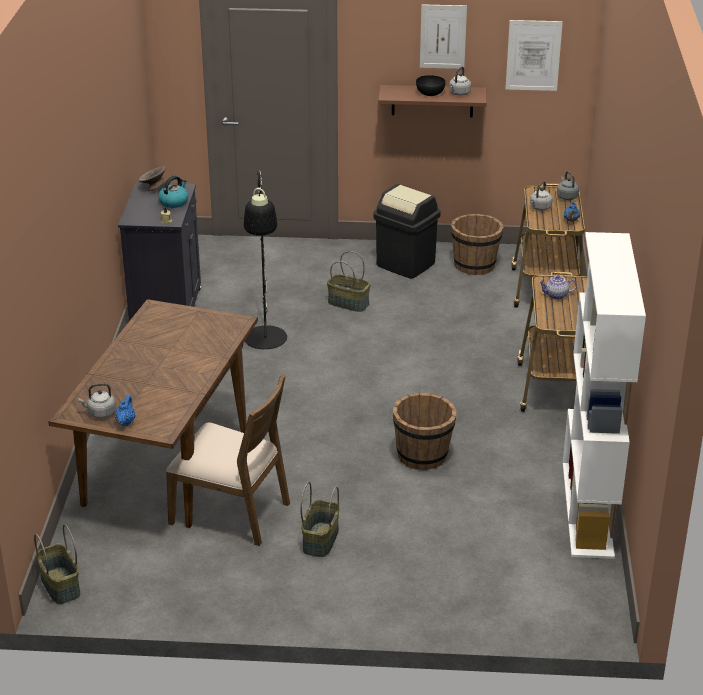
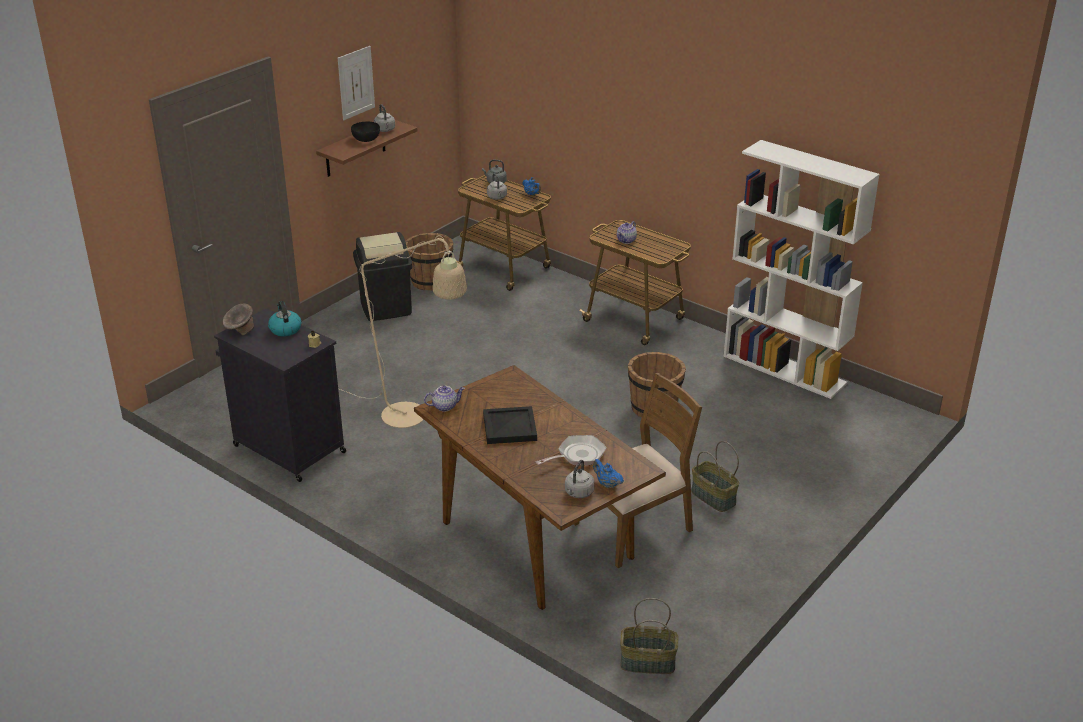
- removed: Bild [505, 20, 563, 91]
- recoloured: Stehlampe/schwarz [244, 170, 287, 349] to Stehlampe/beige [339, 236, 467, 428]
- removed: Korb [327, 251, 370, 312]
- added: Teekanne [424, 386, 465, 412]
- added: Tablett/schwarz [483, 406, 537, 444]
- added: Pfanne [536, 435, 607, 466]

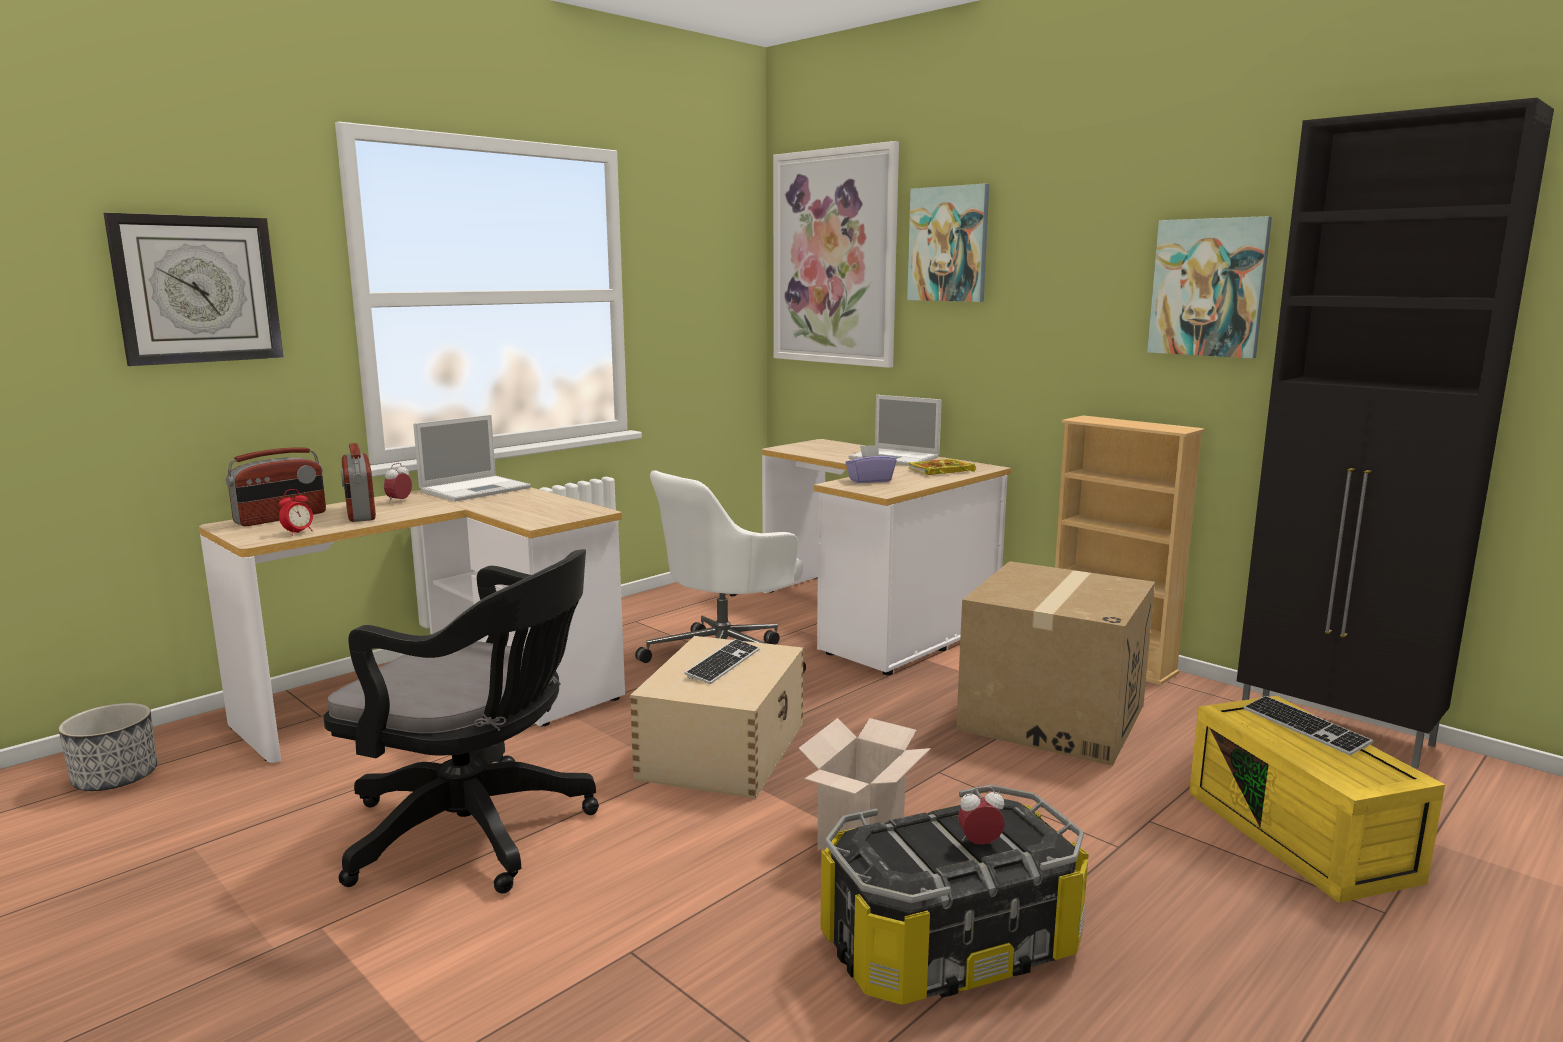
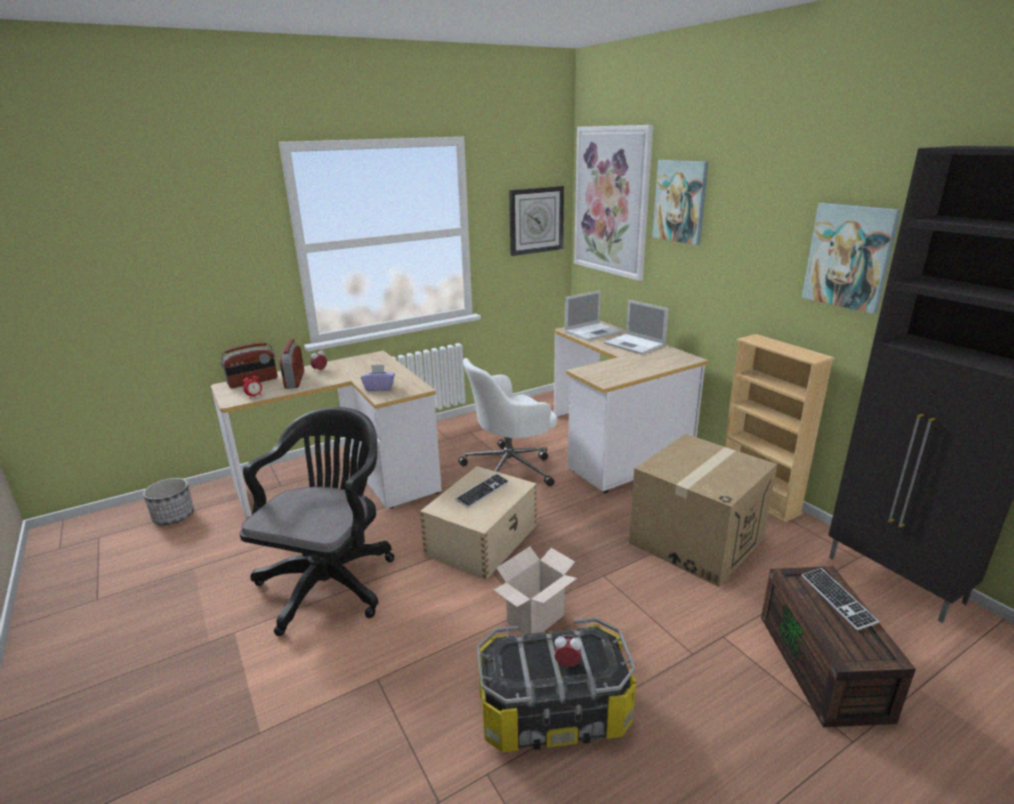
- moved: Wanduhr [104, 213, 284, 366] to [509, 186, 564, 256]
- moved: Laptop [413, 415, 531, 502] to [565, 290, 622, 341]
- moved: Taschentuchbox/lila [845, 445, 896, 483] to [361, 365, 395, 391]
- removed: Buch [908, 459, 976, 475]
- turned: Bürostuhl/schwarz [323, 549, 599, 894] = [240, 407, 395, 636] 105 degrees counterclockwise
- recoloured: Aufbewahrungsbox/gelb [1189, 696, 1445, 903] to Aufbewahrungsbox/braun [761, 566, 916, 727]

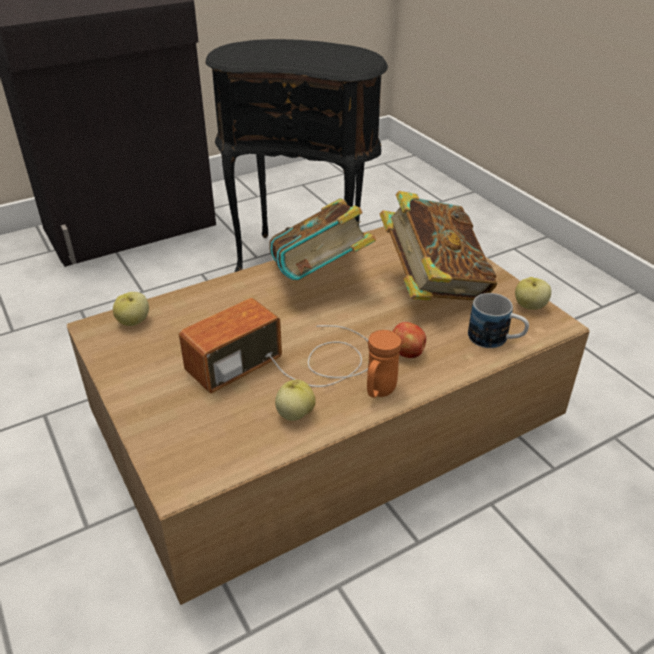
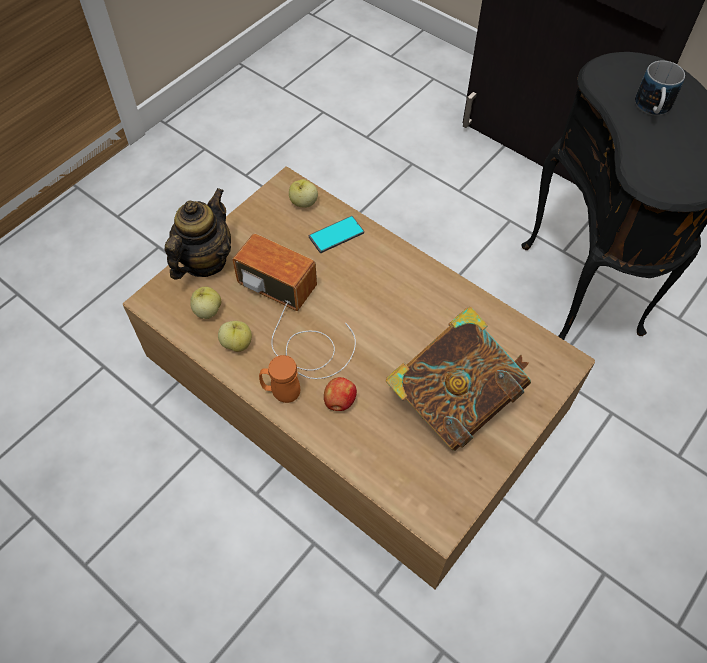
- removed: Buch [269, 198, 376, 280]
- moved: Apfel [515, 277, 551, 310] to [190, 287, 221, 319]
- moved: Henkelbecher [468, 293, 529, 348] to [635, 60, 685, 115]
- added: Teekanne [165, 188, 231, 279]
- added: Handy [309, 216, 364, 253]

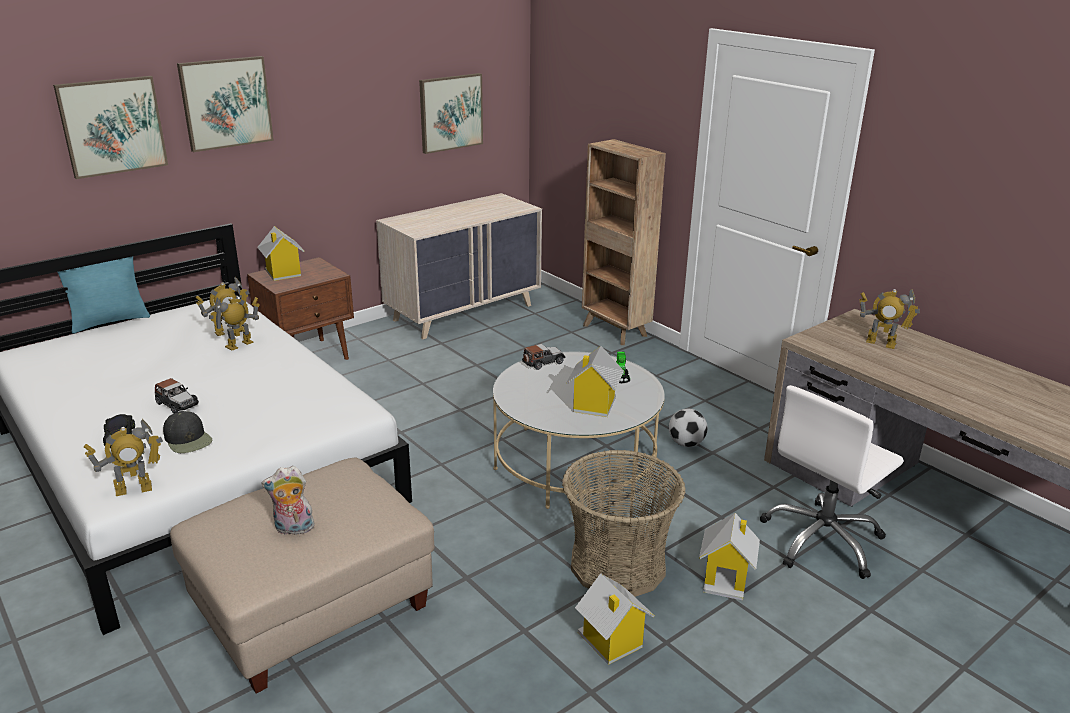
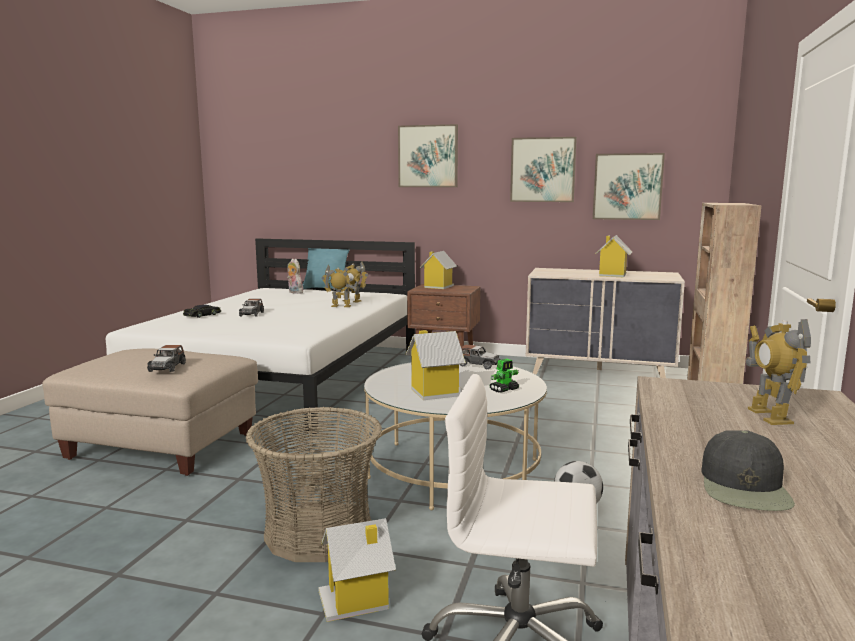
- moved: Bild [53, 76, 168, 179] to [510, 137, 577, 202]
- moved: Kappe/schwarz [163, 411, 212, 453] to [701, 430, 795, 511]
- removed: Spielzeugroboter [84, 419, 163, 496]
- moved: Plüschtier [261, 466, 315, 535] to [287, 258, 303, 294]
- moved: Spielzeughaus [575, 573, 655, 665] to [595, 235, 632, 277]
- added: Spielzeugauto [147, 345, 186, 372]

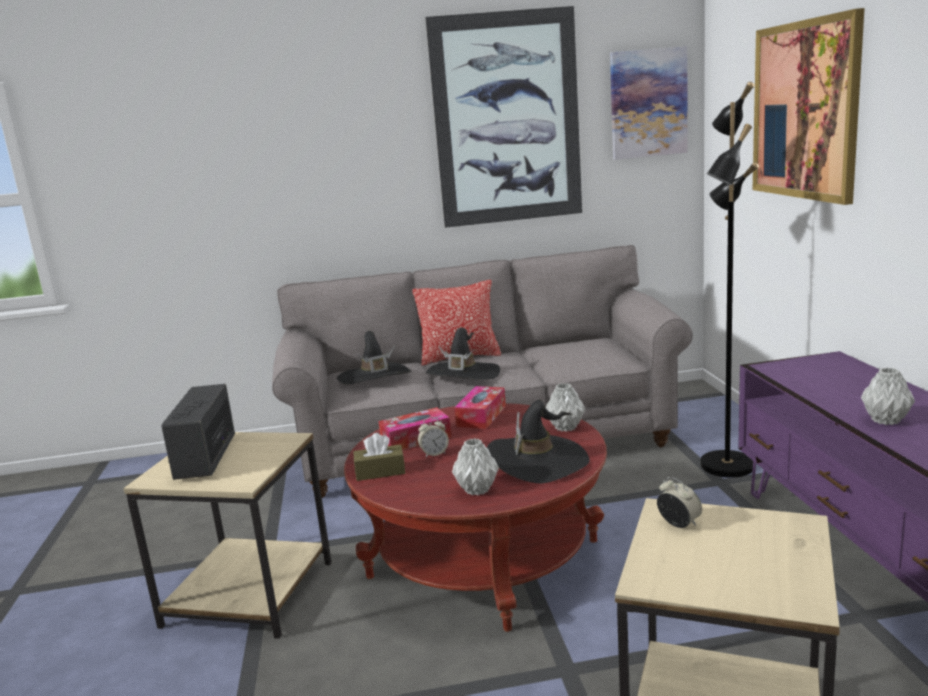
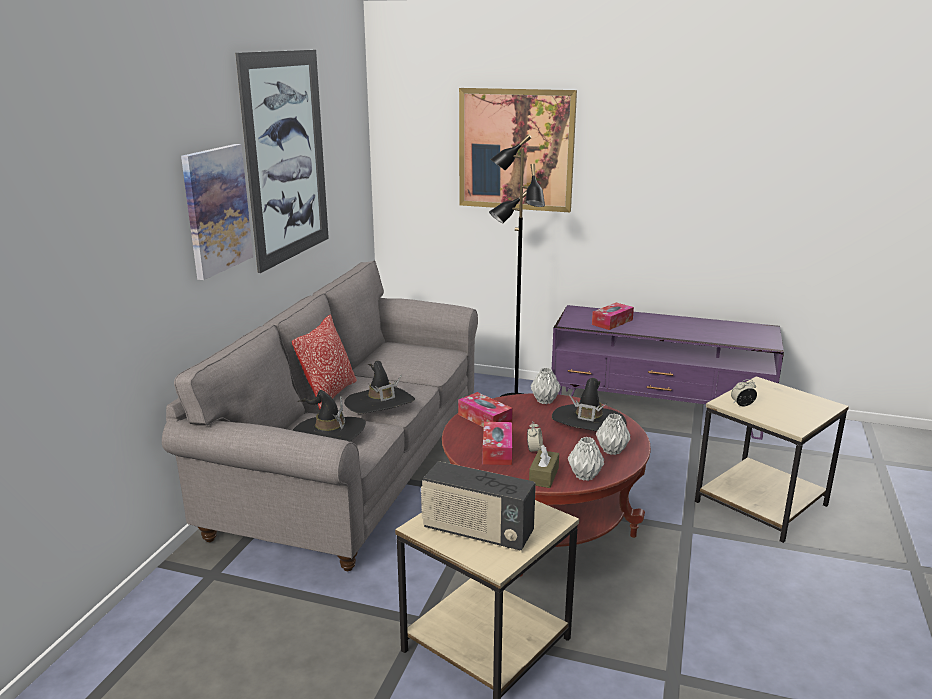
- moved: Bild [610, 46, 688, 160] to [181, 144, 253, 280]
- moved: Vase/grau [861, 368, 915, 425] to [568, 437, 604, 481]
- added: Taschentuchbox [592, 303, 634, 330]

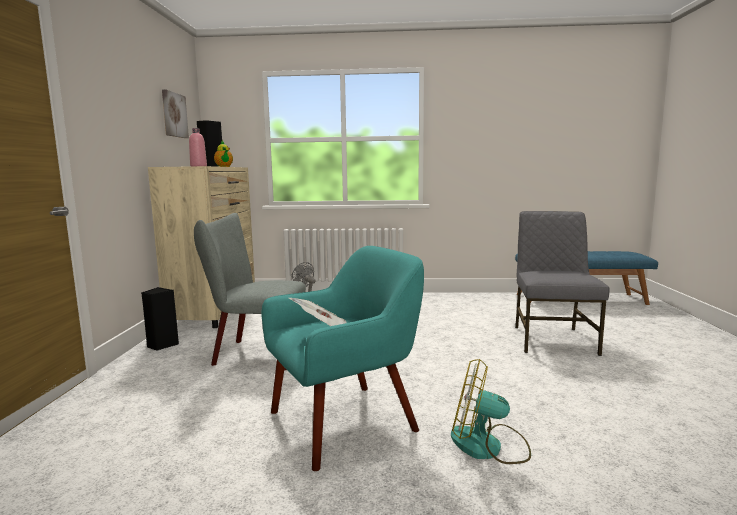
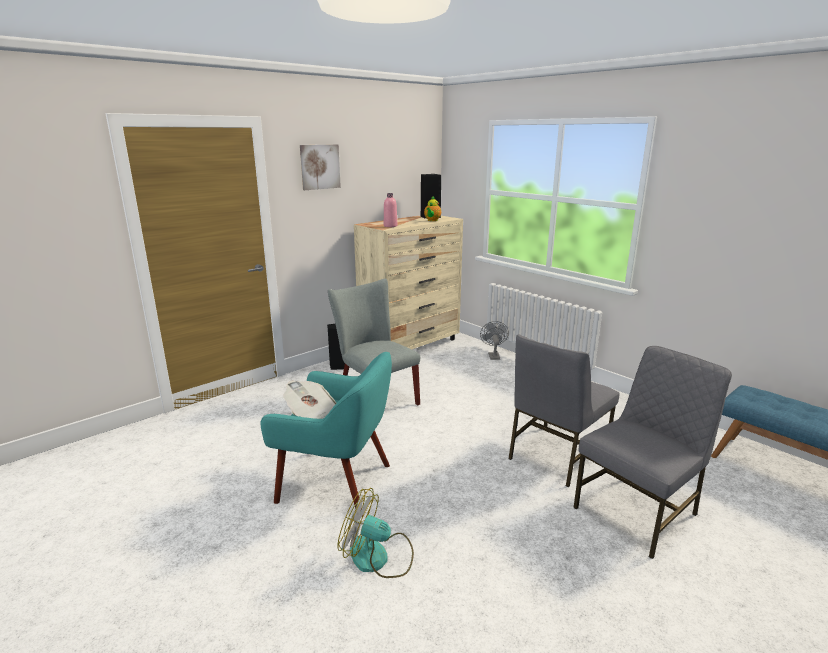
- moved: Bild [162, 89, 189, 138] to [300, 144, 341, 190]
- turned: Ventilator [451, 359, 531, 464] = [337, 488, 414, 578] 45 degrees counterclockwise
- added: Stuhl/grau [508, 335, 619, 487]

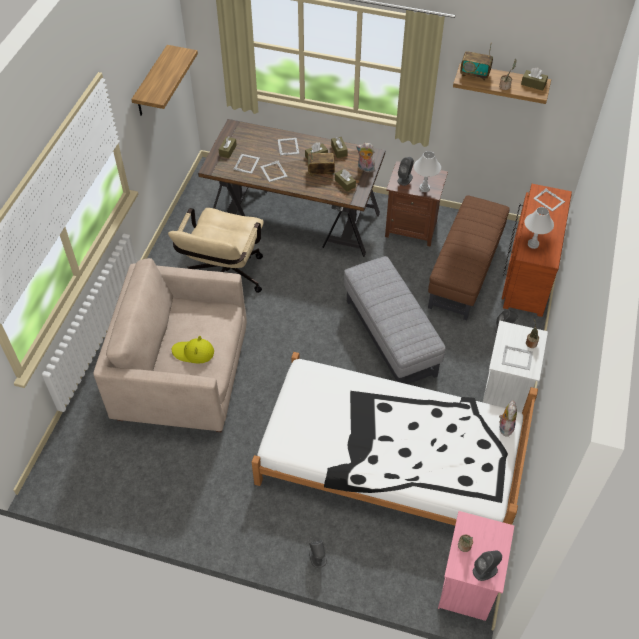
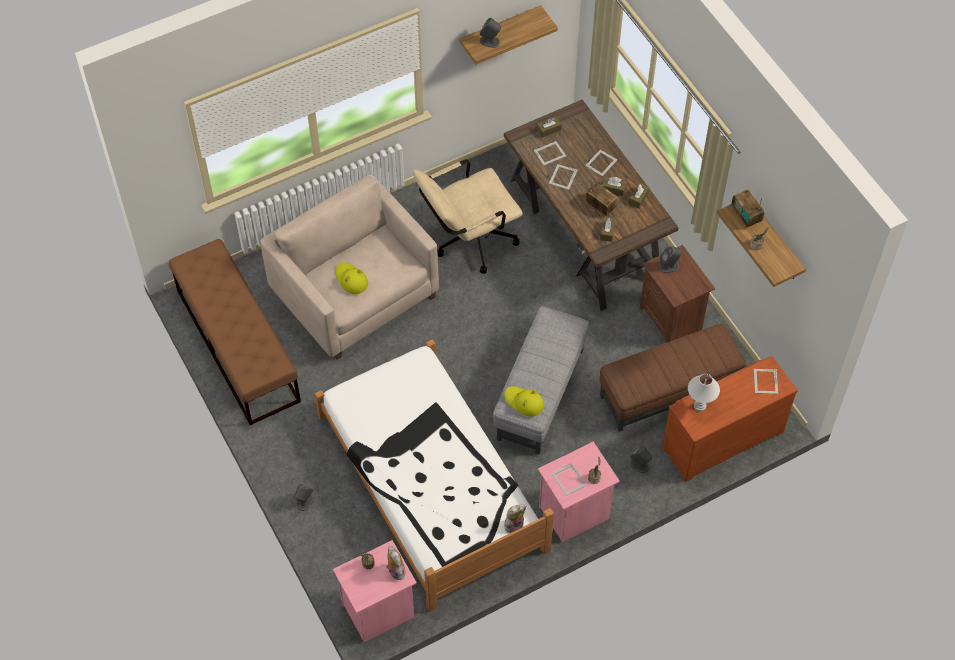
- removed: Taschentuchbox/braun [521, 68, 548, 91]
- moved: Plüschtier [356, 143, 375, 172] to [386, 545, 405, 580]
- removed: Tischlampe/weiß [414, 151, 441, 192]
- recoloured: Nachttisch/weiß [483, 321, 548, 413] to Nachttisch/rosa [538, 441, 620, 542]
- moved: Lautsprecher/grau [473, 550, 502, 581] to [480, 18, 501, 48]
- added: Bank/braun [169, 239, 301, 425]
- added: Hut/gelb [504, 386, 544, 417]

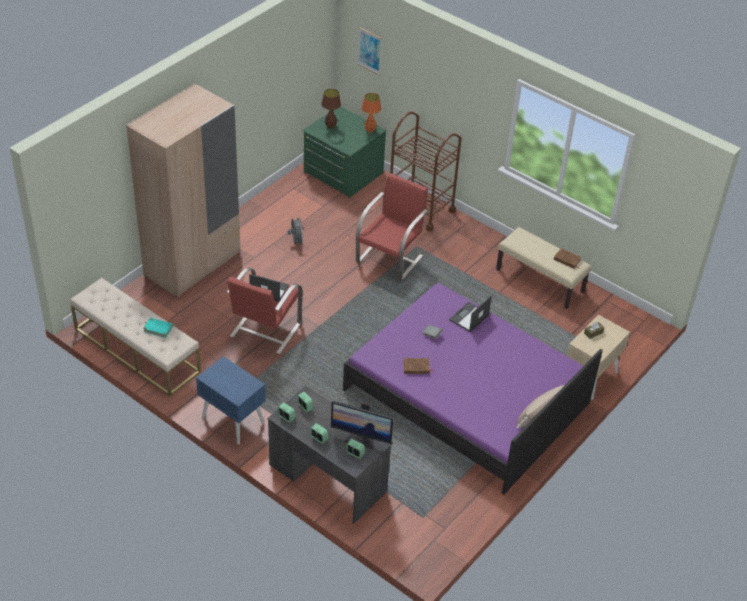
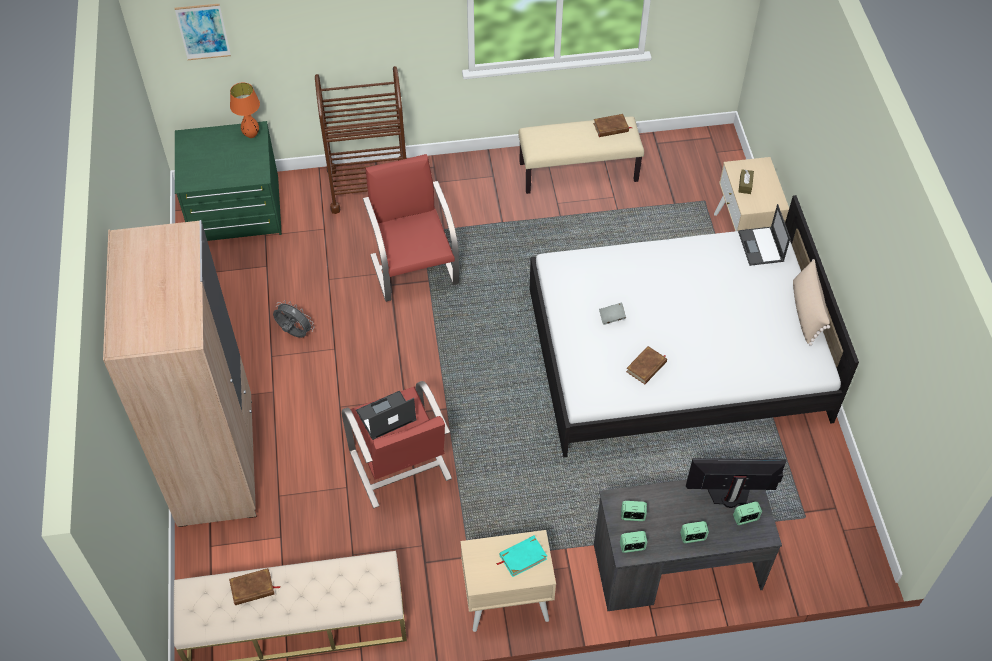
- removed: Tischlampe/braun [321, 89, 341, 129]
- recoloured: Bett/lila [343, 283, 603, 494] to Bett/weiß [530, 195, 859, 458]
- moved: Laptop [449, 296, 492, 332] to [738, 204, 791, 266]
- moved: Buch/türkis [143, 318, 173, 338] to [496, 536, 547, 577]
- recoloured: Nachttisch/blau [196, 356, 266, 445] to Nachttisch/beige [460, 530, 556, 632]
- turned: Monitor [331, 401, 393, 450] = [686, 458, 786, 508] 150 degrees counterclockwise
- added: Buch/braun [229, 568, 280, 605]

